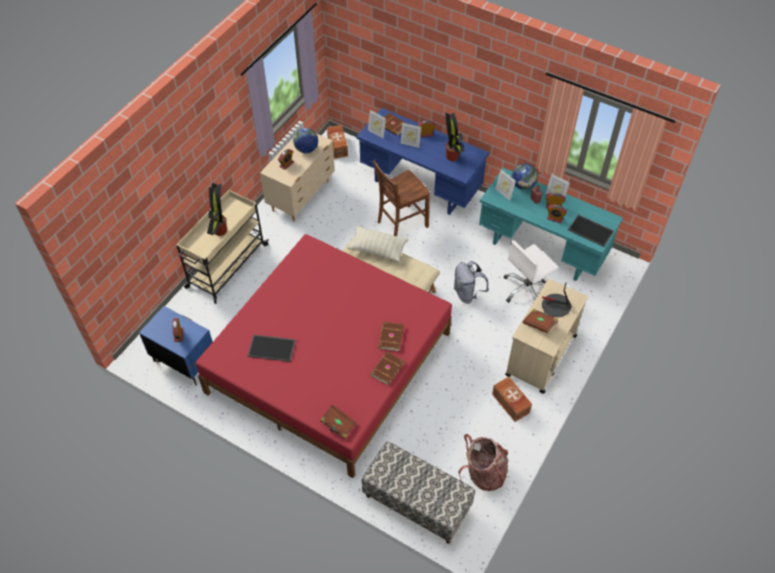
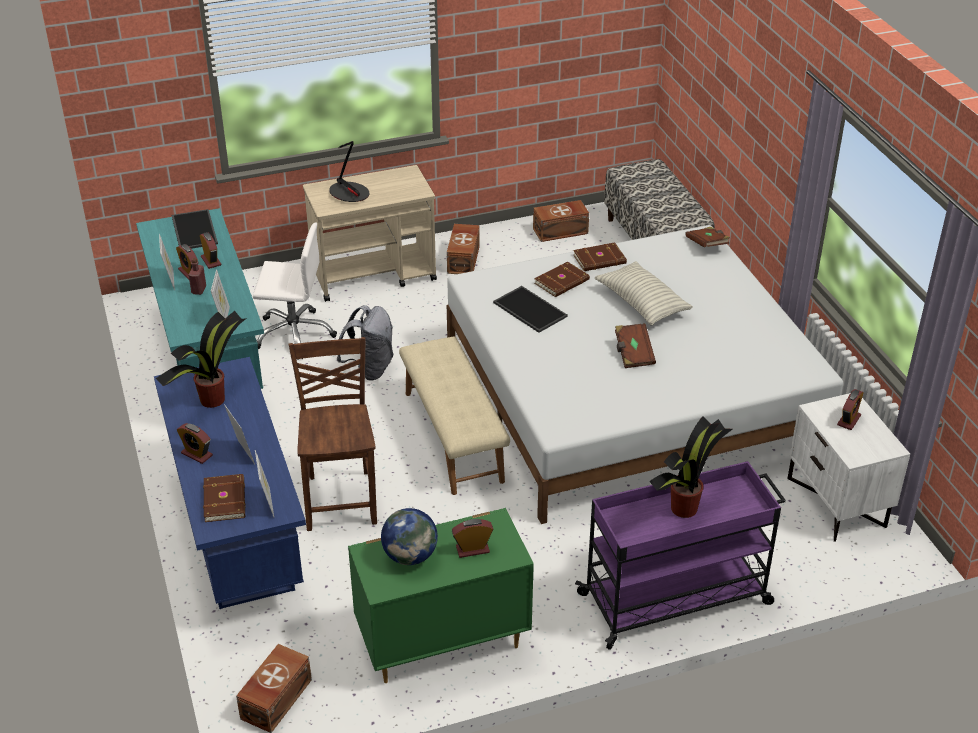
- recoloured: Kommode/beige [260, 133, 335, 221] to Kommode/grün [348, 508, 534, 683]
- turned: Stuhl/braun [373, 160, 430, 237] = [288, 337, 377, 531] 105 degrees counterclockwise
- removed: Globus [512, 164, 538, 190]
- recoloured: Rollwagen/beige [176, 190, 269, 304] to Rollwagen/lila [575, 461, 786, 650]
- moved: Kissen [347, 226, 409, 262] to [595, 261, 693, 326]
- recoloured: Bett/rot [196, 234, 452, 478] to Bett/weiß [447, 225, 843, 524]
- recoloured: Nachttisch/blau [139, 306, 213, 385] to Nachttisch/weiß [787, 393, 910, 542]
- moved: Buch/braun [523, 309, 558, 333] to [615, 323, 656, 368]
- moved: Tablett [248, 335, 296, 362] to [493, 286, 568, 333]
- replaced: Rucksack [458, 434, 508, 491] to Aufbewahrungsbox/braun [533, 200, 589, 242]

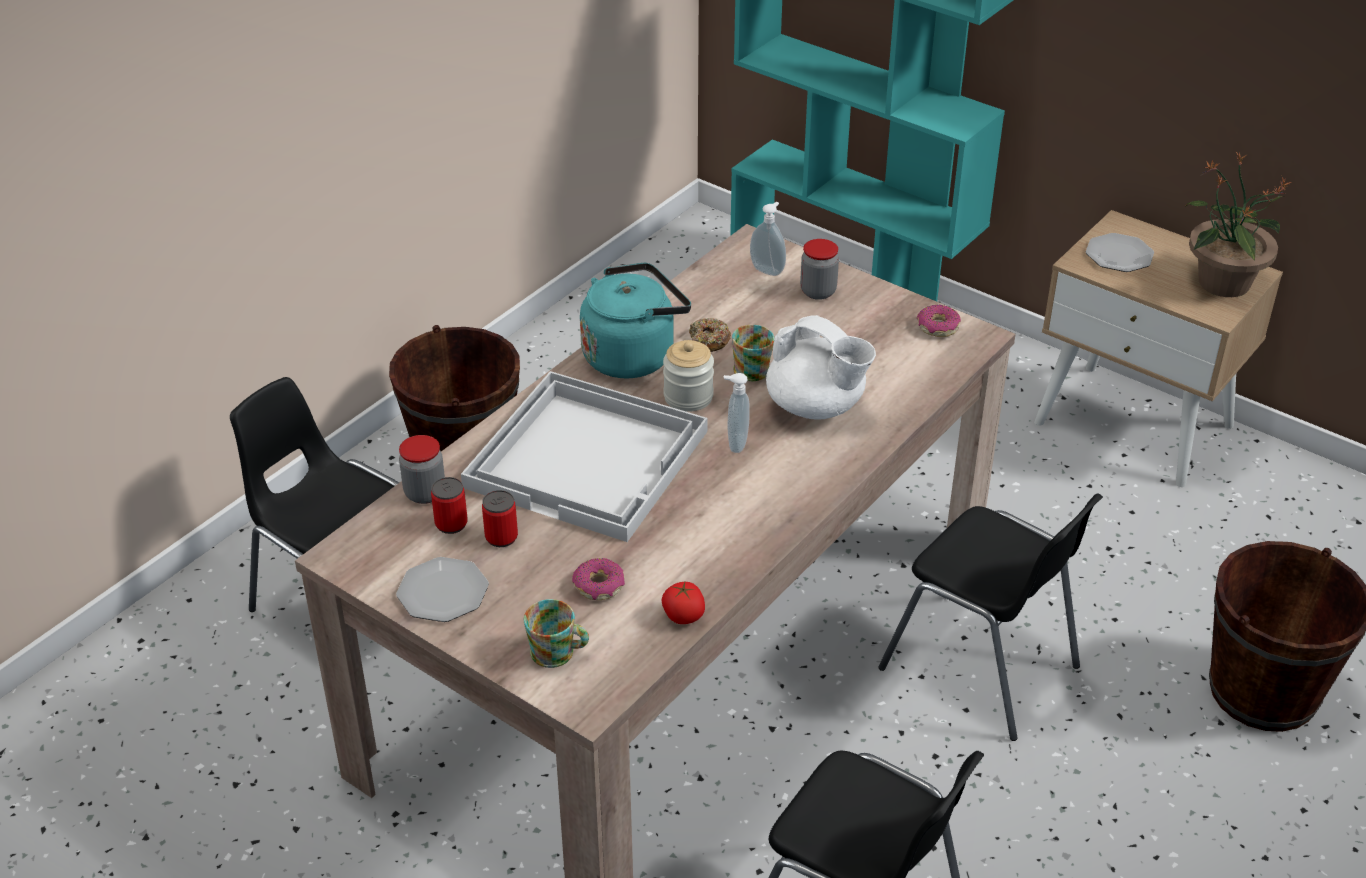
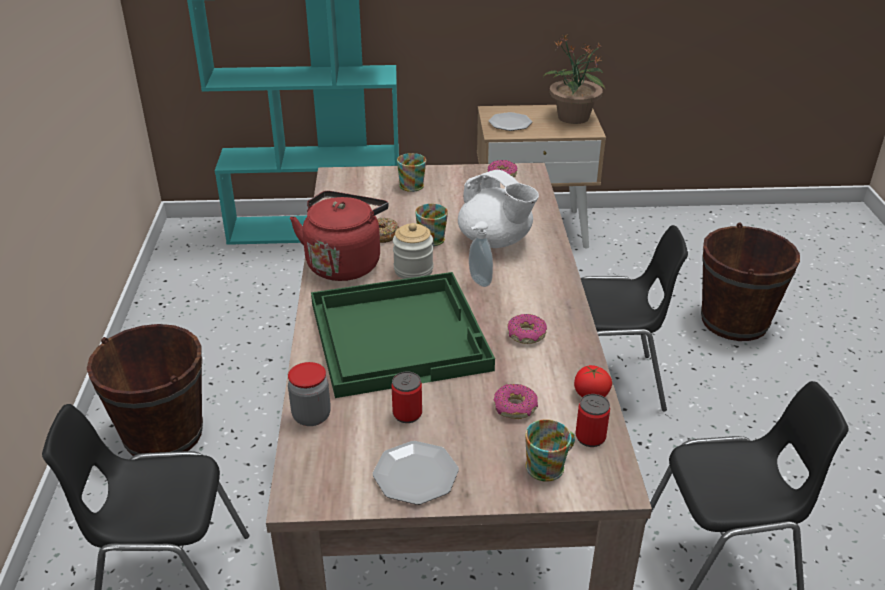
- removed: Seifenspender [750, 202, 786, 276]
- replaced: Vorratsglas [800, 239, 839, 300] to Henkelbecher [397, 153, 426, 192]
- recoloured: Wasserkessel/türkis [580, 263, 691, 378] to Wasserkessel/rot [290, 191, 389, 281]
- turned: Teekanne/weiß [766, 315, 876, 420] = [458, 170, 539, 248] 45 degrees clockwise
- recoloured: Tablett/weiß [461, 371, 708, 542] to Tablett/grün [311, 272, 495, 398]
- moved: Dose [431, 477, 468, 534] to [576, 394, 610, 447]
- added: Donut [508, 314, 547, 344]

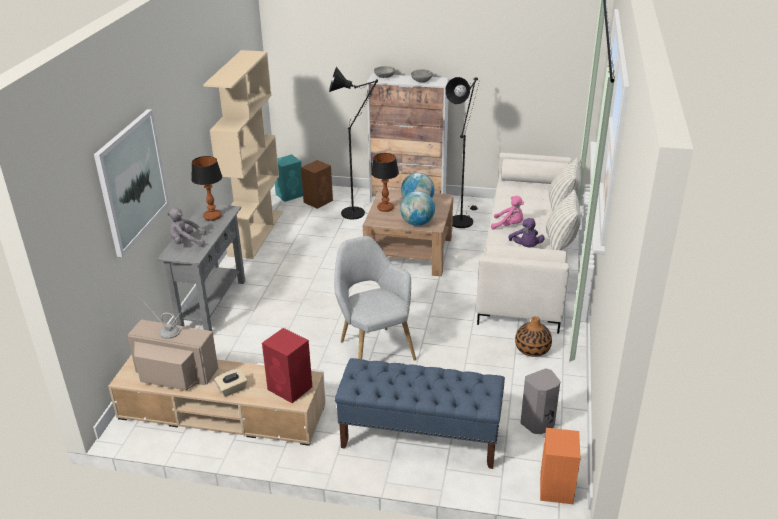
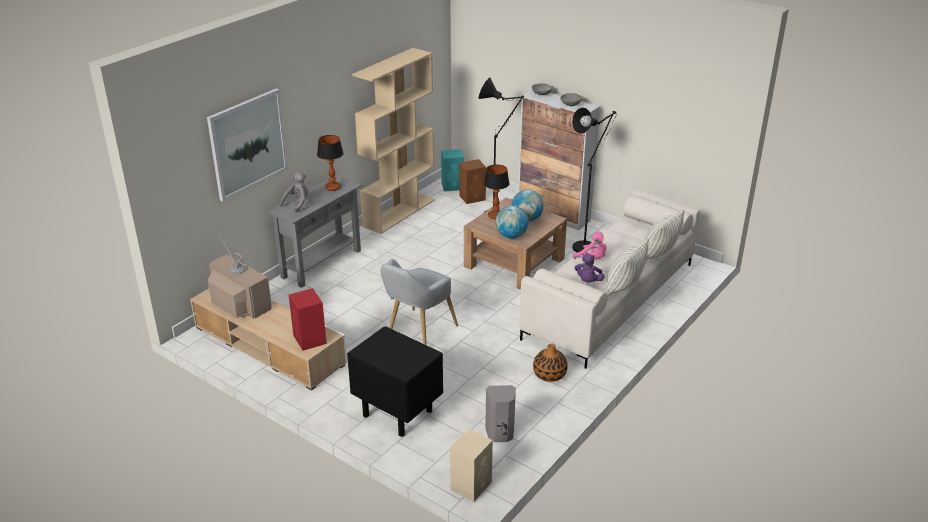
- turned: Plüschtier/grau [167, 208, 206, 247] = [280, 172, 308, 213] 105 degrees clockwise
- turned: Sessel/grau [334, 236, 416, 361] = [381, 259, 458, 345] 150 degrees counterclockwise
- replaced: Bank/blau [335, 358, 505, 469] to Nachttisch/schwarz [347, 326, 443, 437]
- removed: Taschentuchbox/beige [214, 368, 247, 397]
- recoloured: Lautsprecher/orange [540, 428, 581, 504] to Lautsprecher/beige [450, 429, 493, 502]

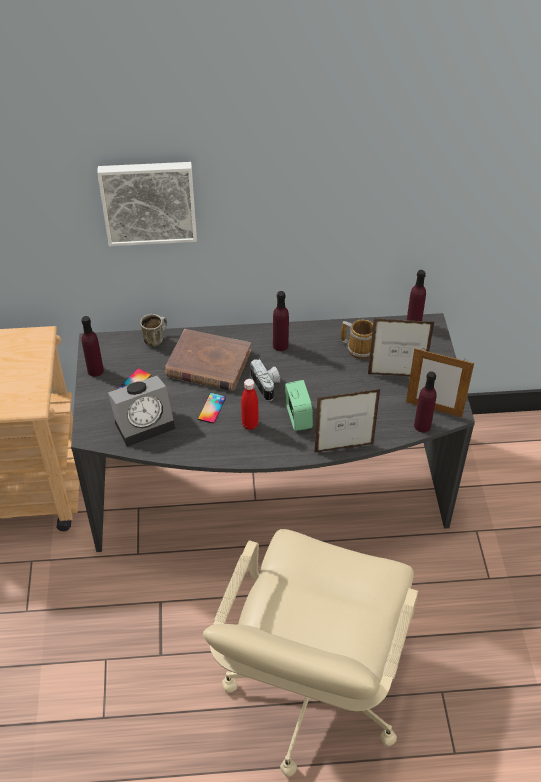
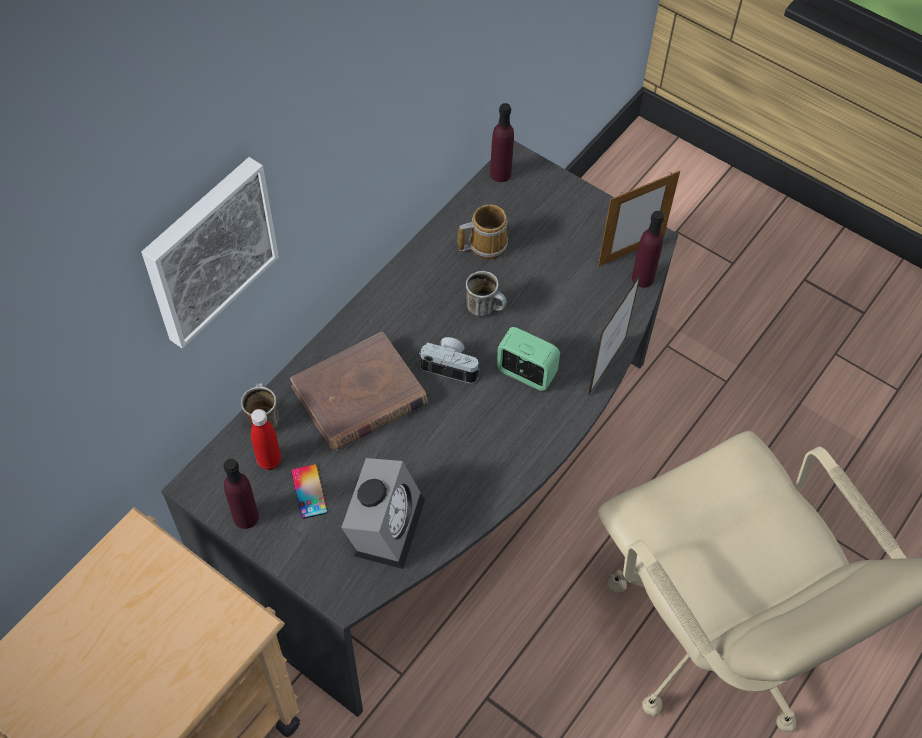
- removed: Flasche/lila [273, 291, 289, 351]
- removed: Bilderrahmen [368, 318, 434, 376]
- moved: Flasche/rot [241, 379, 259, 430] to [251, 409, 281, 470]
- removed: Handy [198, 393, 226, 423]
- added: Henkelbecher [466, 271, 507, 317]

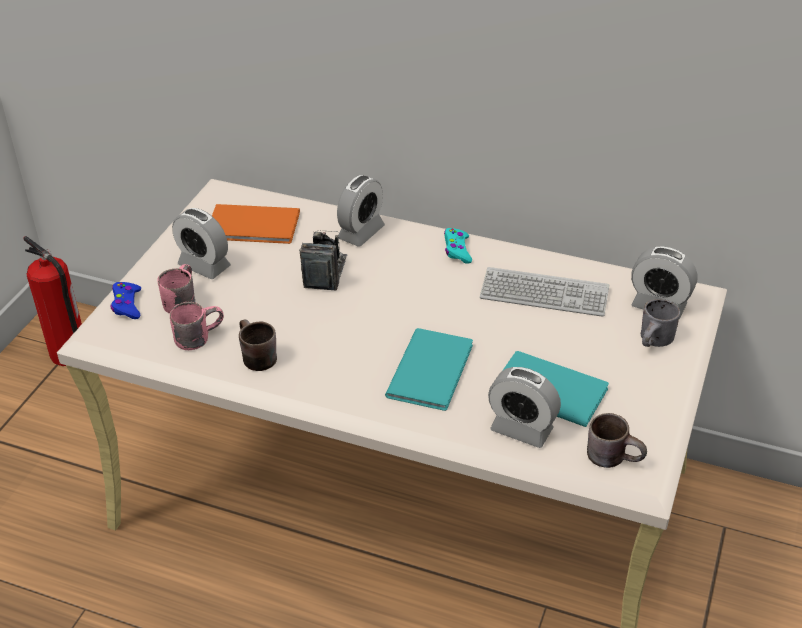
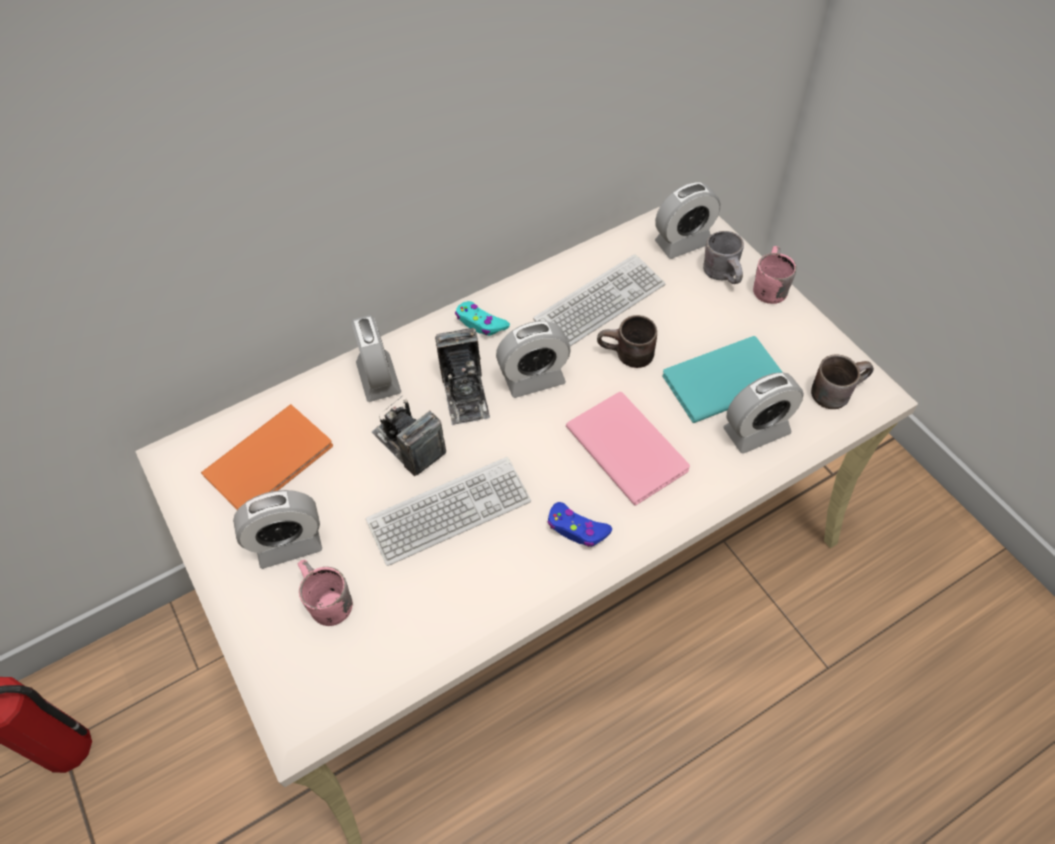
- moved: Gamepad/blau [111, 282, 141, 319] to [548, 502, 612, 547]
- moved: Henkelbecher/rosa [170, 302, 224, 350] to [753, 246, 797, 304]
- moved: Henkelbecher/braun [239, 320, 277, 371] to [597, 315, 657, 368]
- recoloured: Buch/türkis [385, 328, 473, 411] to Buch/rosa [566, 392, 690, 505]
- added: Wecker [496, 321, 571, 398]
- added: Kamera [435, 328, 490, 426]
- added: Tastatur [366, 457, 531, 566]

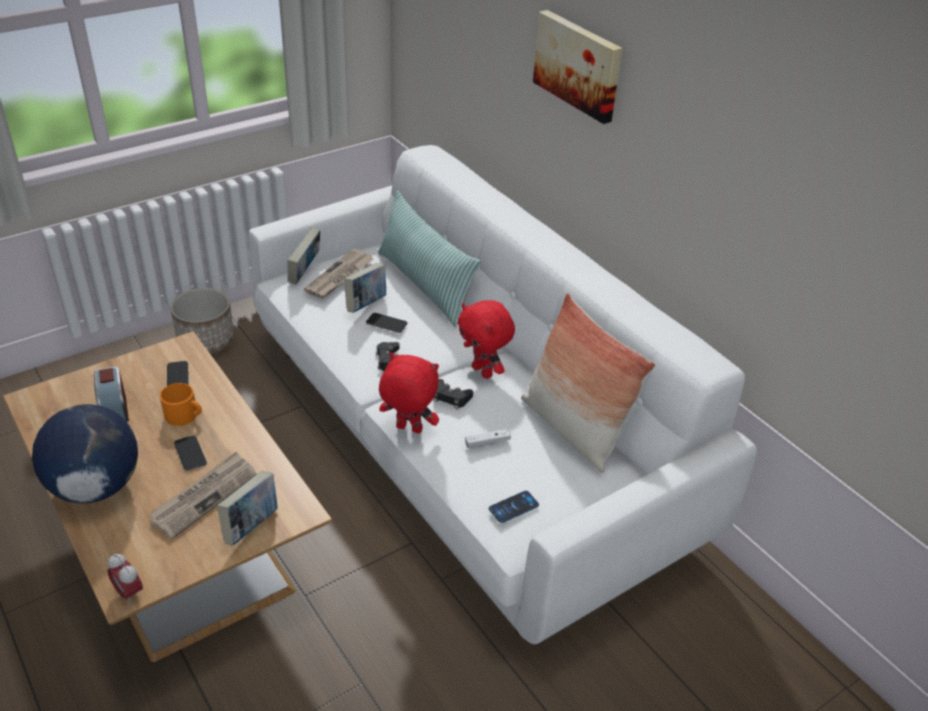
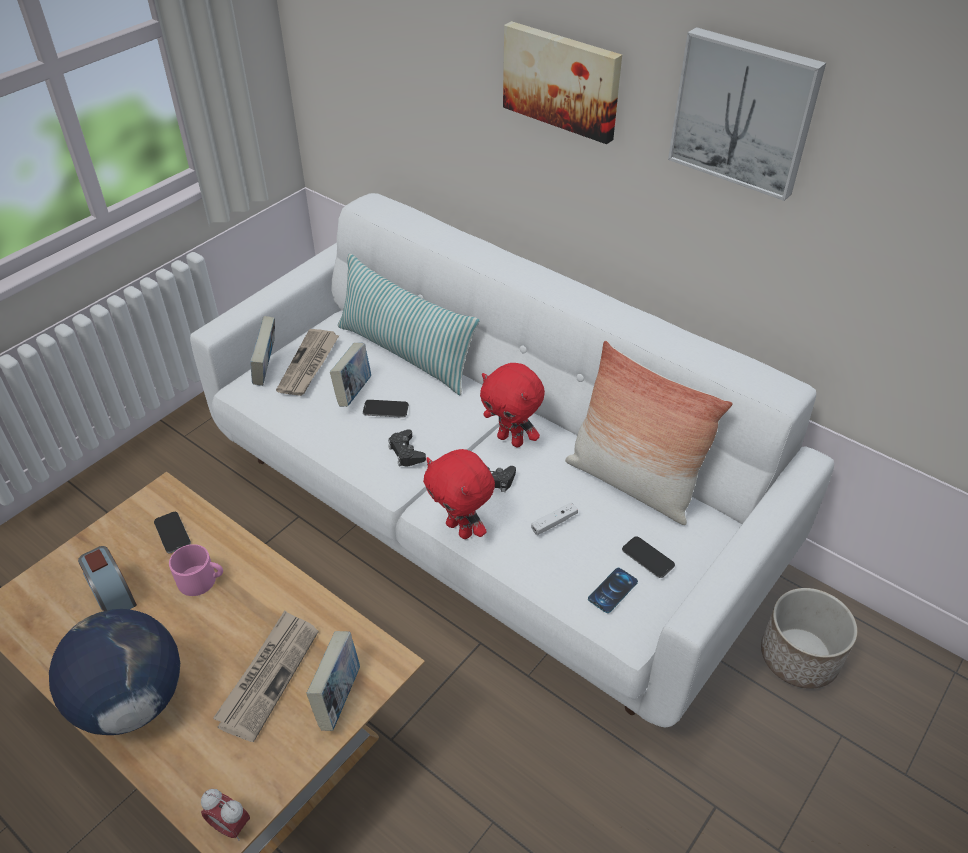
- moved: Pflanzkübel [171, 288, 234, 354] to [761, 588, 858, 689]
- turned: Plüschtier/rot [379, 352, 439, 434] = [423, 449, 495, 539] 135 degrees counterclockwise
- recoloured: Henkelbecher/orange [160, 383, 202, 426] to Henkelbecher/rosa [169, 544, 223, 596]
- moved: Handy [174, 435, 207, 471] to [622, 536, 675, 578]
- added: Bild [668, 27, 826, 201]

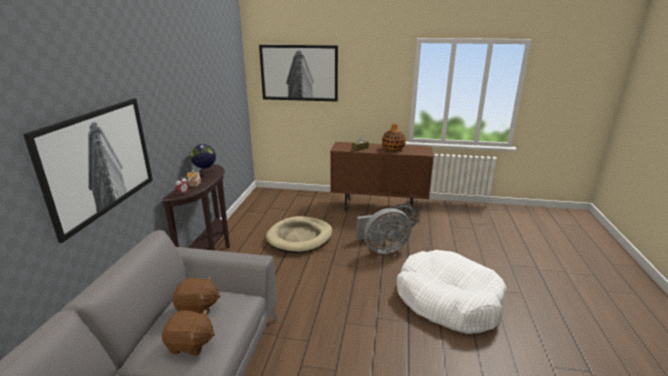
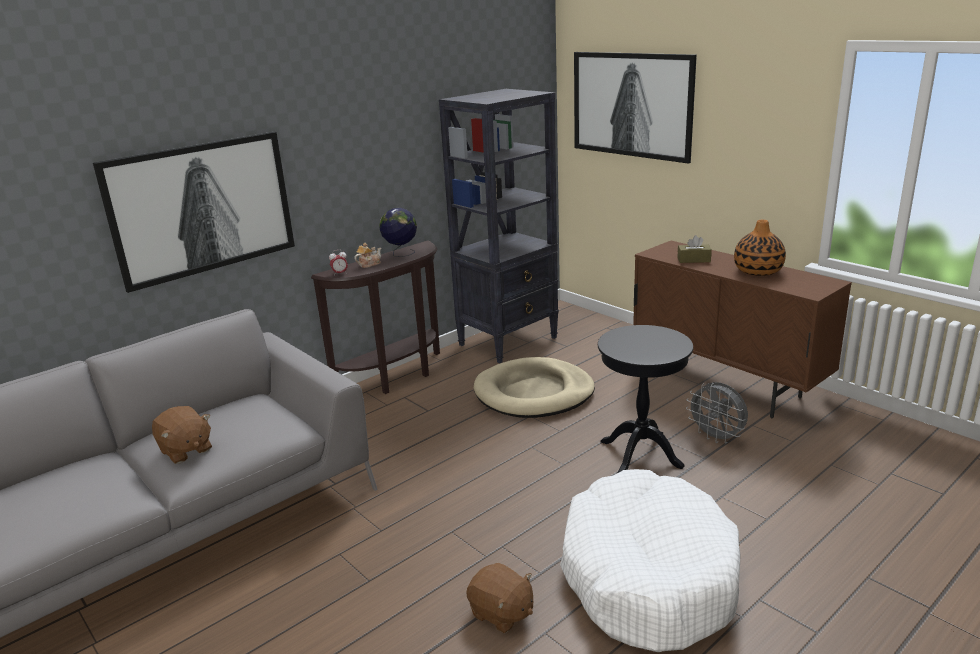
- replaced: Ventilator/grau [356, 208, 411, 254] to Beistelltisch/schwarz [598, 325, 693, 473]
- moved: Plüschtier/braun [173, 276, 220, 314] to [466, 563, 533, 633]
- added: Bücherregal/schwarz [439, 89, 559, 363]

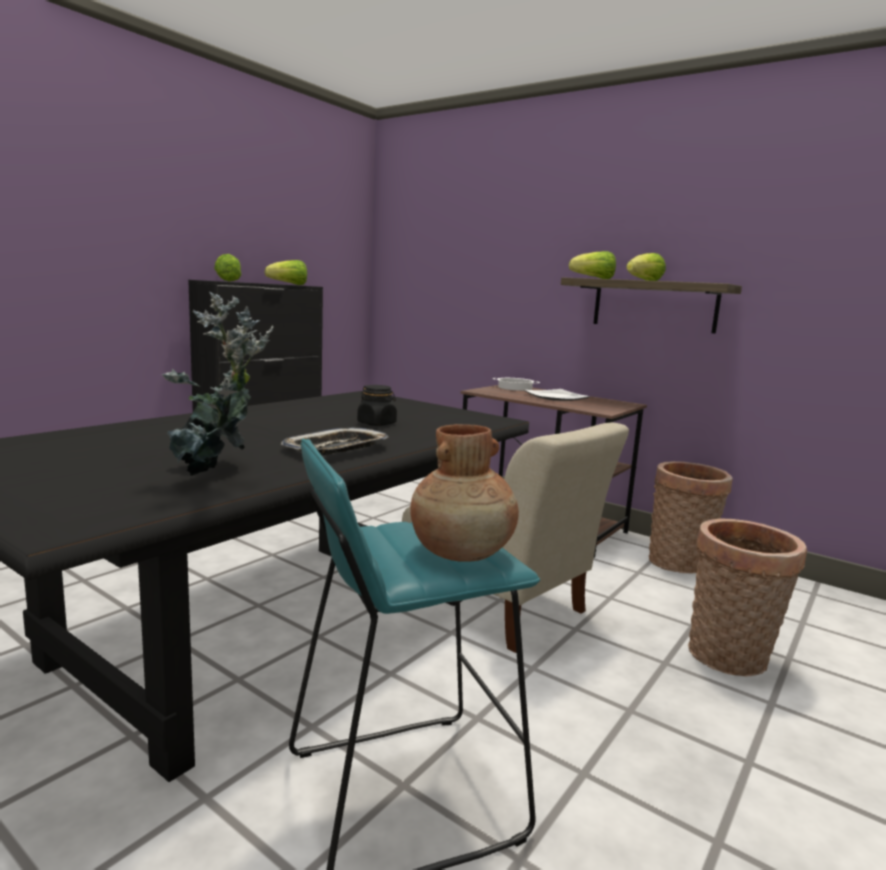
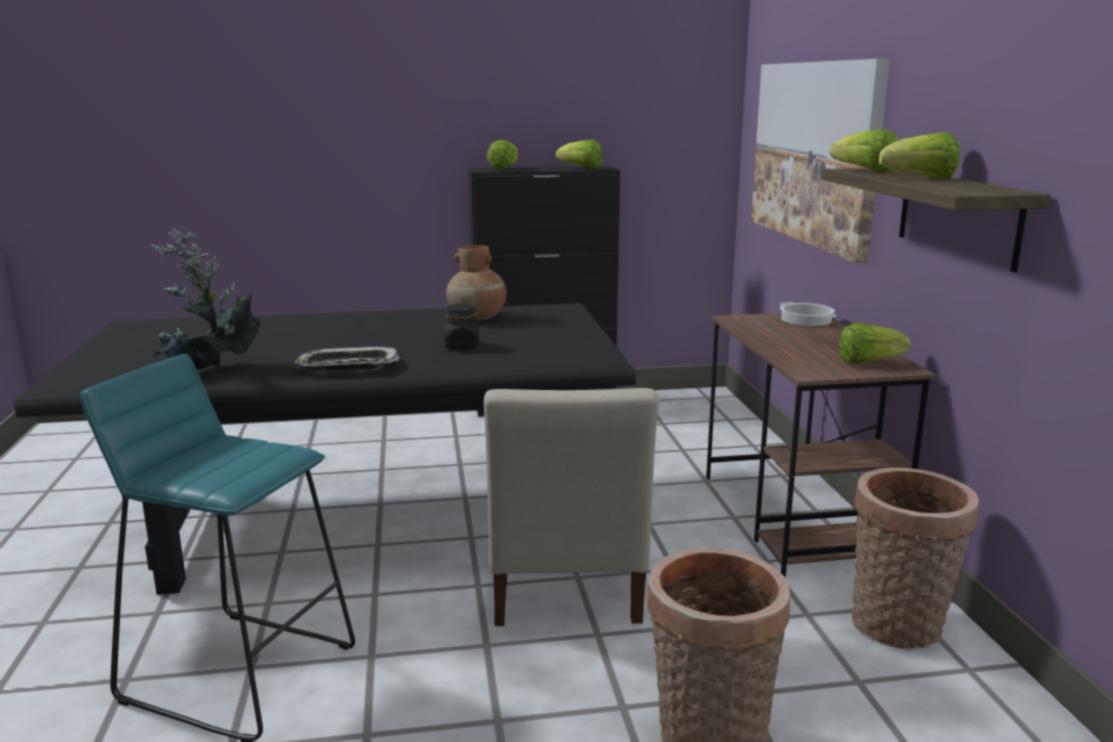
- removed: Teller [525, 389, 590, 401]
- moved: Vase/braun [410, 424, 519, 562] to [446, 245, 507, 320]
- added: Bild [751, 59, 890, 263]
- added: Salatkopf [839, 323, 911, 364]

